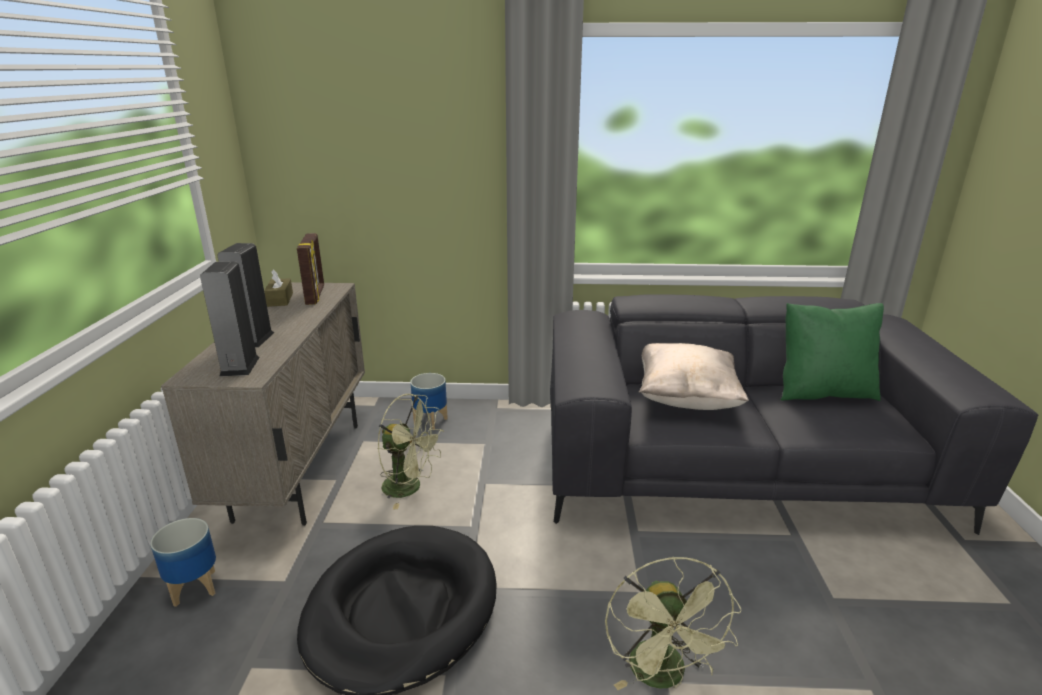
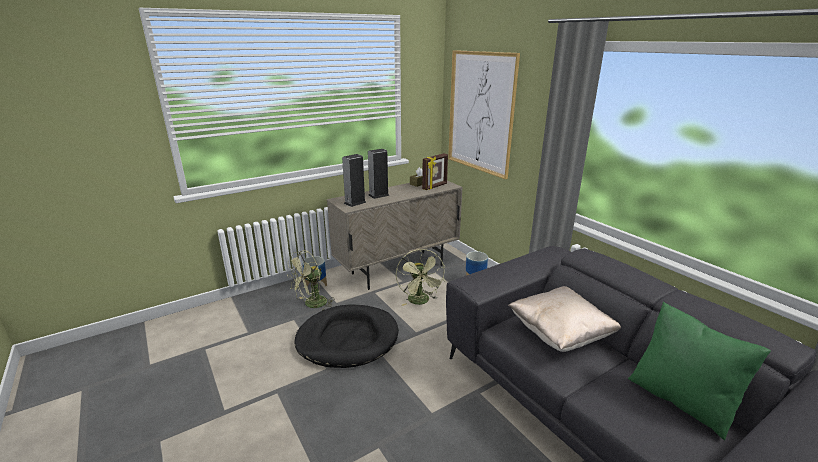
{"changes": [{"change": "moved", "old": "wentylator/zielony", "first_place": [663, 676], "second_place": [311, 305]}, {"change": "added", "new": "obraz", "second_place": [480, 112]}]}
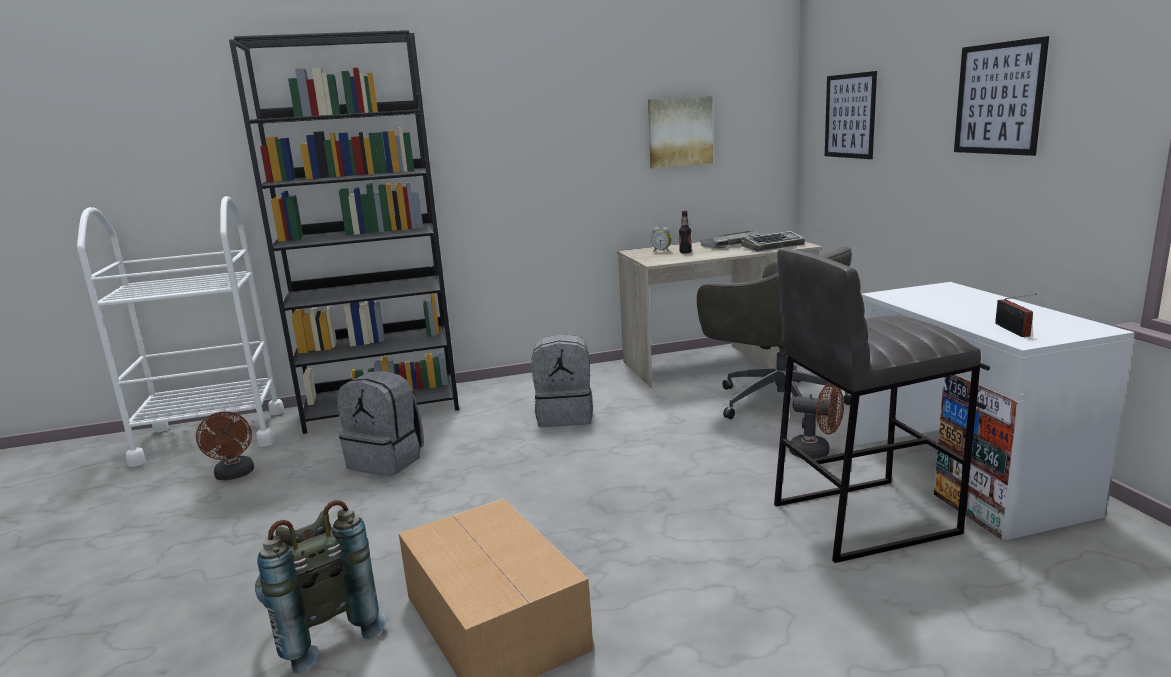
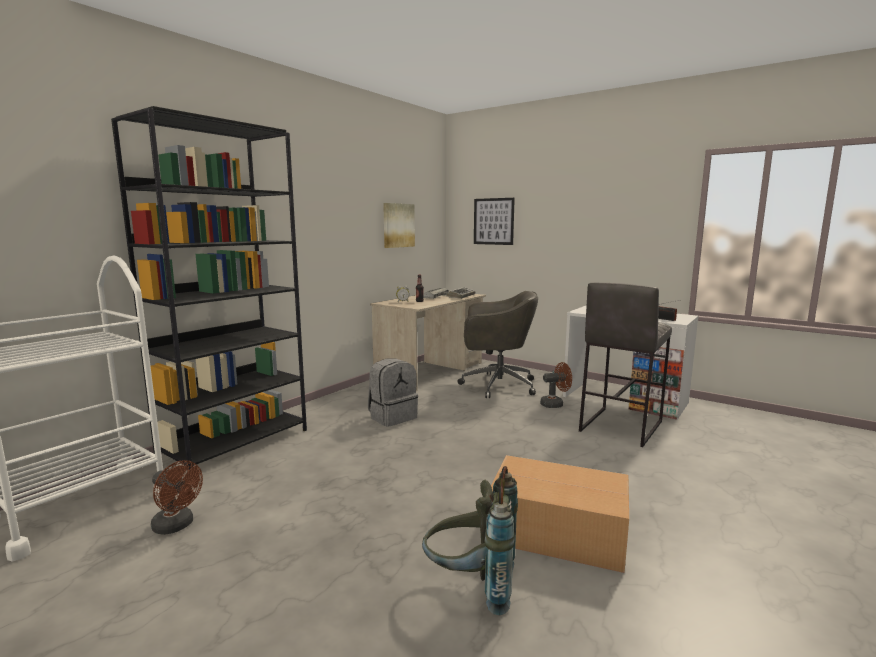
{"changes": [{"change": "removed", "old": "plecak/szary", "first_place": [387, 461]}, {"change": "removed", "old": "obraz", "first_place": [998, 99]}]}
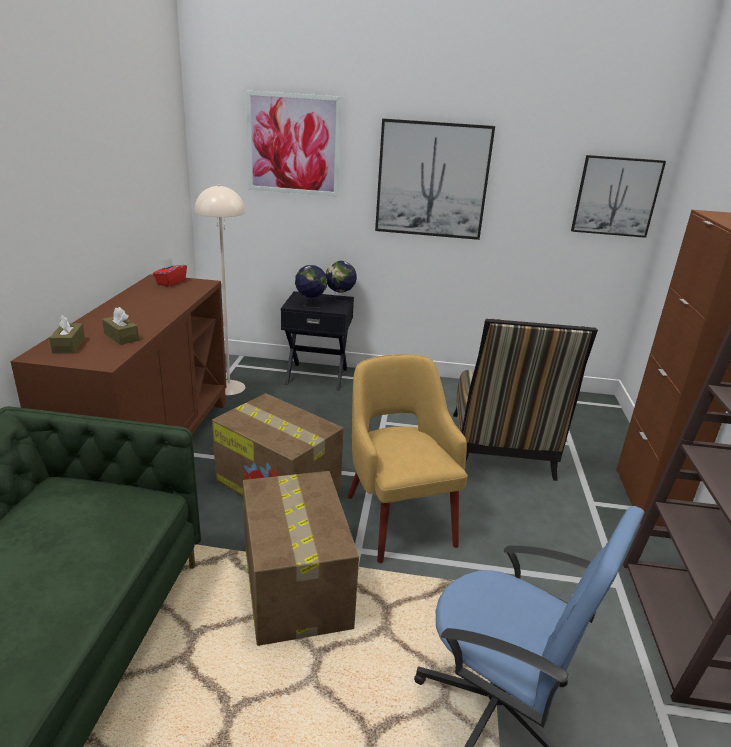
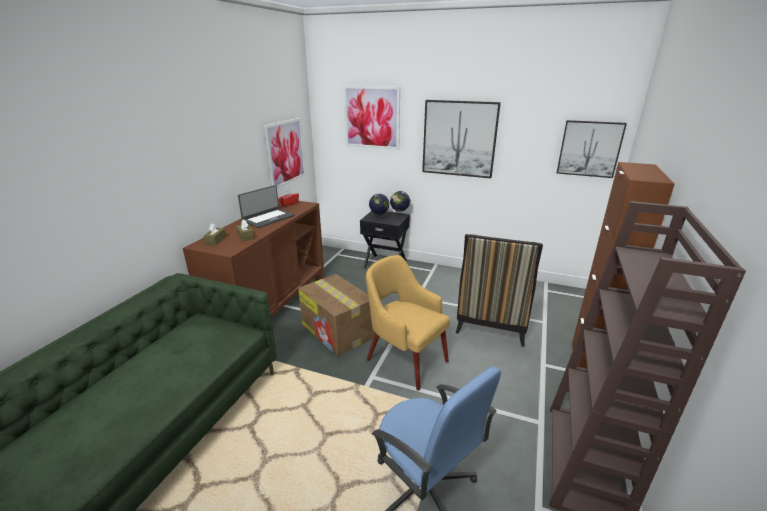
{"changes": [{"change": "added", "new": "laptop", "second_place": [268, 218]}, {"change": "added", "new": "obraz", "second_place": [286, 152]}, {"change": "turned", "old": "fotel/żółty", "first_place": [398, 517], "second_place": [405, 359], "degrees": -45}, {"change": "removed", "old": "lampa stojąca/beżowy", "first_place": [229, 387]}, {"change": "removed", "old": "karton", "first_place": [295, 584]}]}
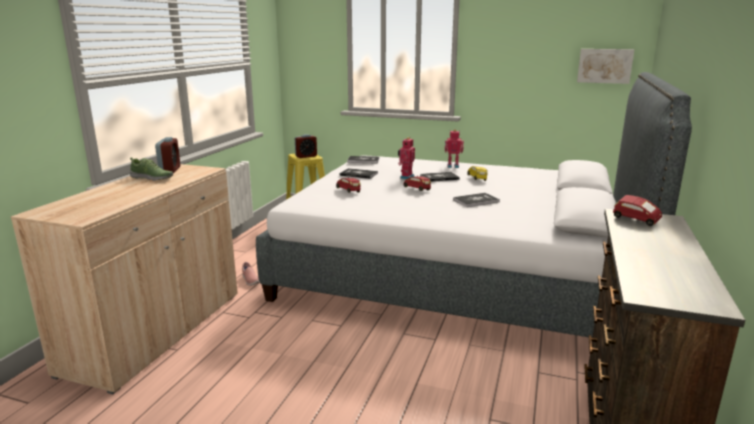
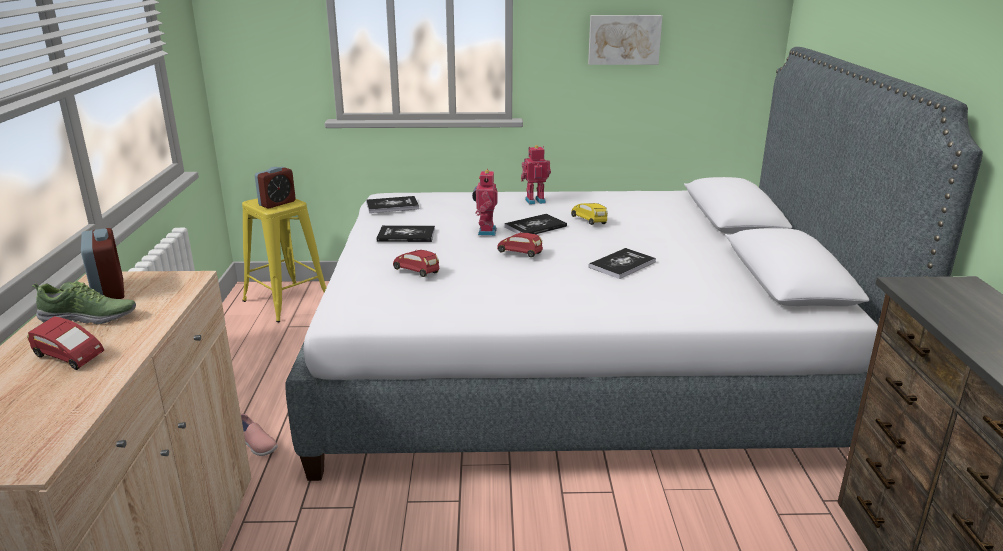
{"changes": [{"change": "moved", "old": "samochodzik/czerwony", "first_place": [635, 220], "second_place": [68, 358]}, {"change": "moved", "old": "obraz", "first_place": [604, 65], "second_place": [624, 39]}]}
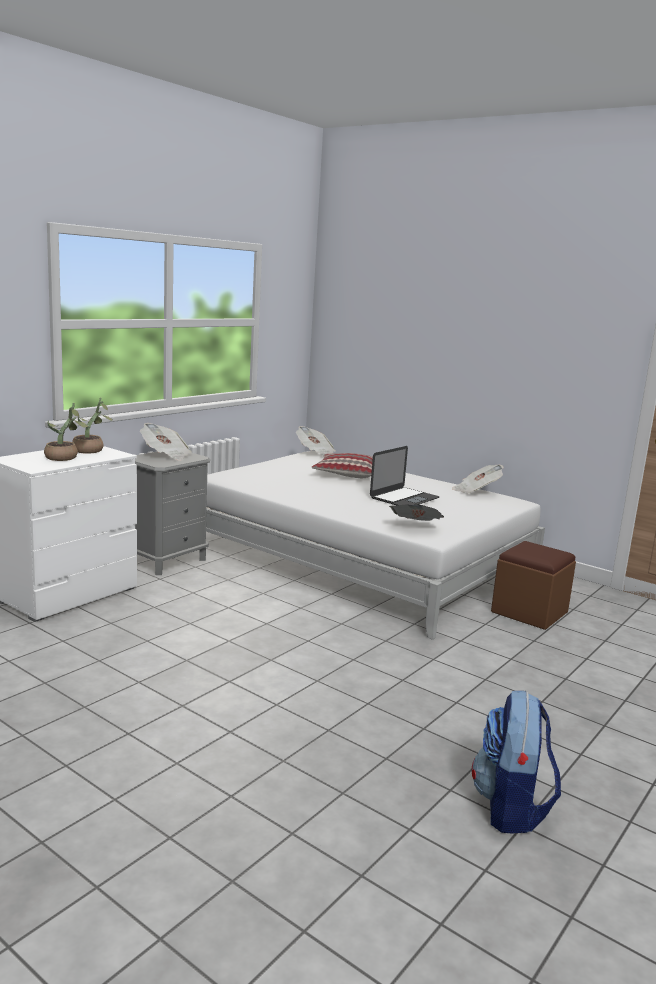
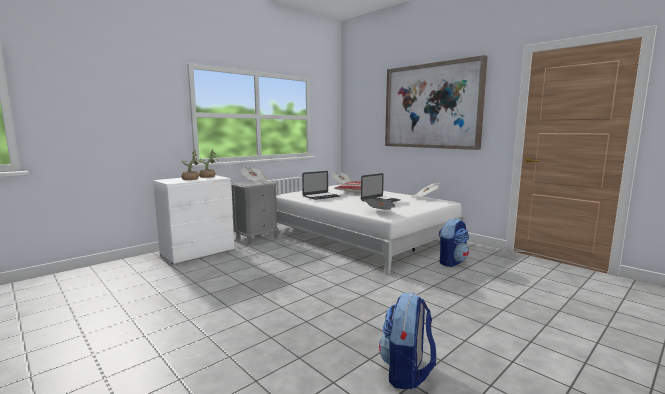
{"changes": [{"change": "added", "new": "laptop", "second_place": [321, 196]}, {"change": "added", "new": "obraz", "second_place": [431, 106]}, {"change": "replaced", "old": "pufa/brązowy", "new": "plecak", "first_place": [529, 612], "second_place": [452, 262]}]}
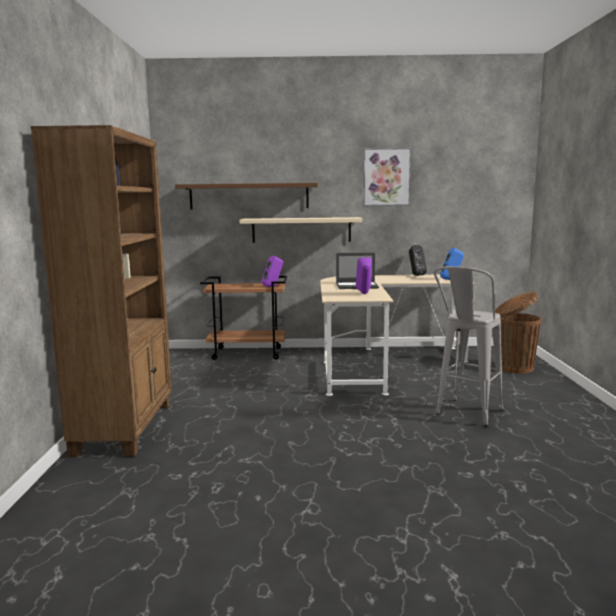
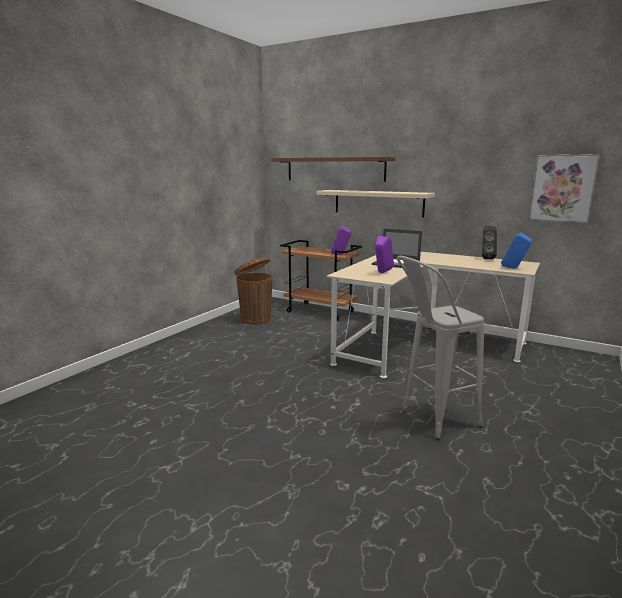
{"changes": [{"change": "moved", "old": "kosz na śmieci/brązowy", "first_place": [513, 368], "second_place": [255, 319]}, {"change": "moved", "old": "obraz", "first_place": [386, 177], "second_place": [562, 188]}, {"change": "removed", "old": "regał/brązowy", "first_place": [126, 428]}]}
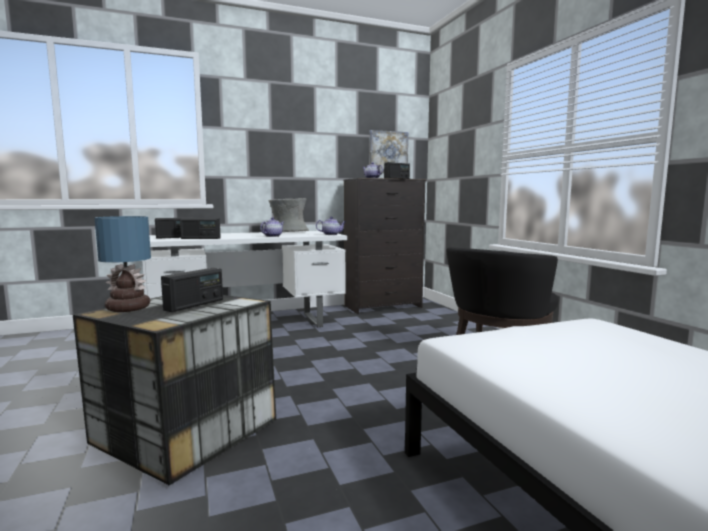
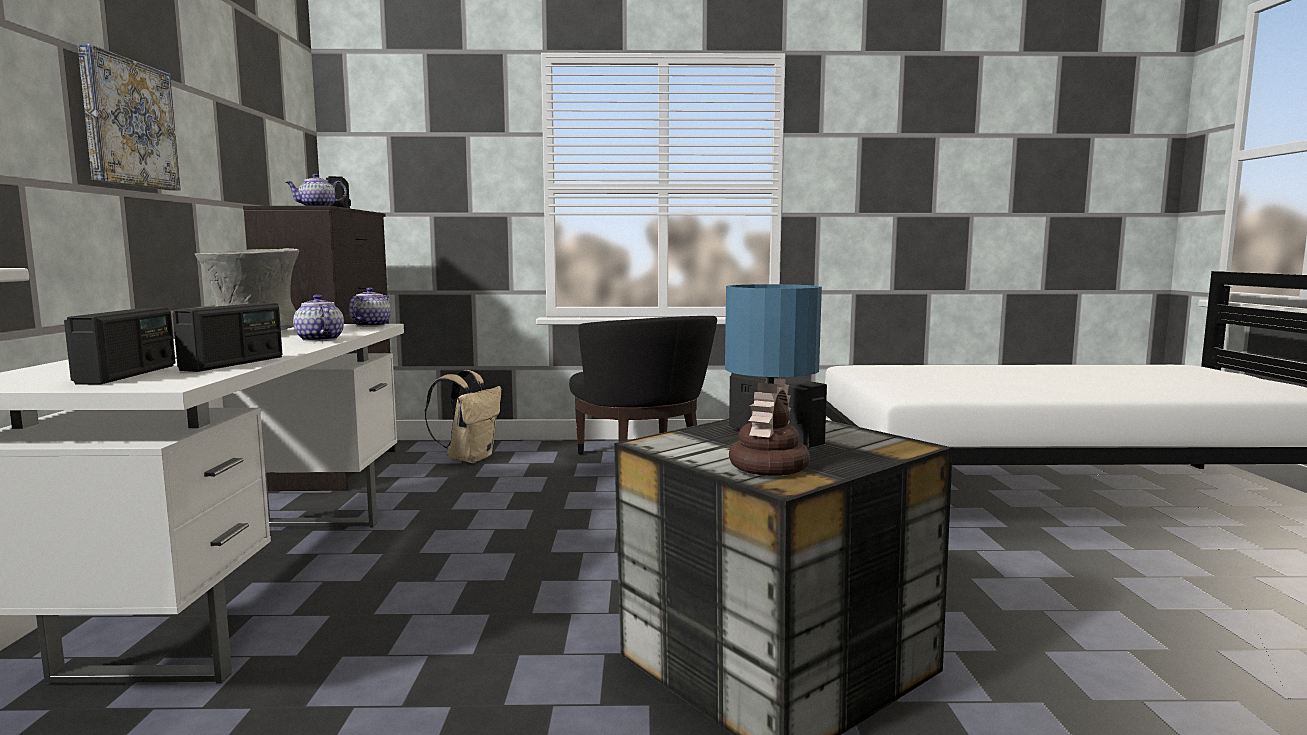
{"changes": [{"change": "moved", "old": "obraz", "first_place": [388, 152], "second_place": [128, 123]}, {"change": "added", "new": "plecak/beżowy", "second_place": [469, 458]}]}
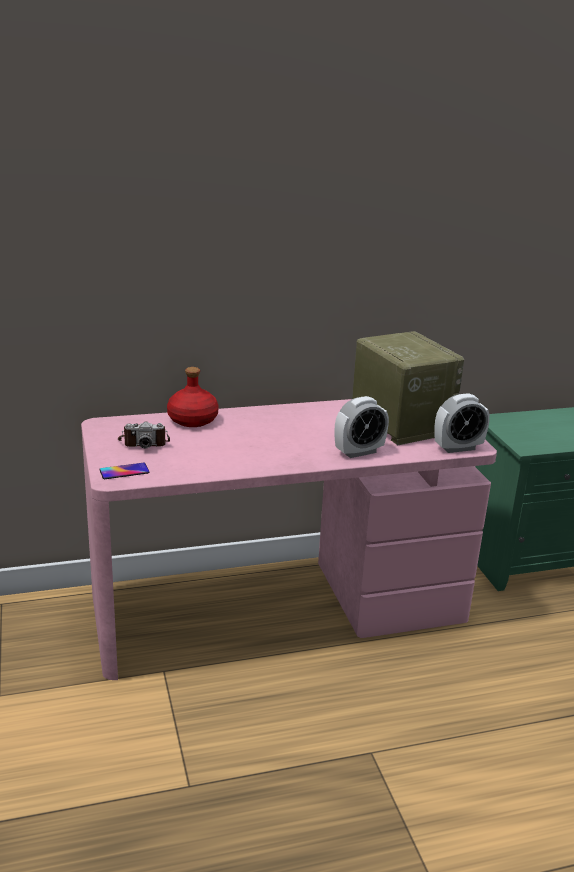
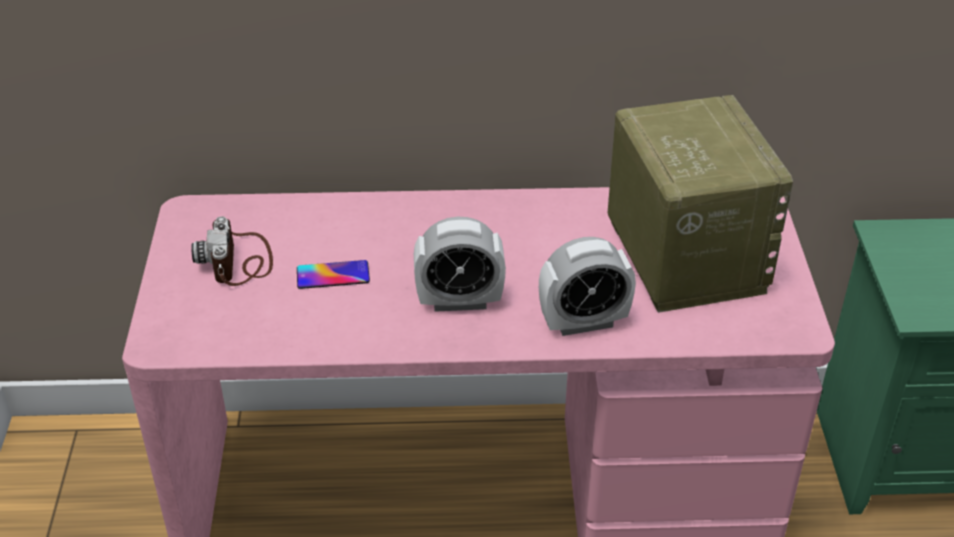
{"changes": [{"change": "turned", "old": "aparat fotograficzny", "first_place": [144, 442], "second_place": [239, 262], "degrees": 75}, {"change": "moved", "old": "telefon", "first_place": [124, 471], "second_place": [333, 275]}, {"change": "moved", "old": "budzik", "first_place": [458, 448], "second_place": [459, 301]}, {"change": "removed", "old": "butelka/czerwony", "first_place": [192, 420]}]}
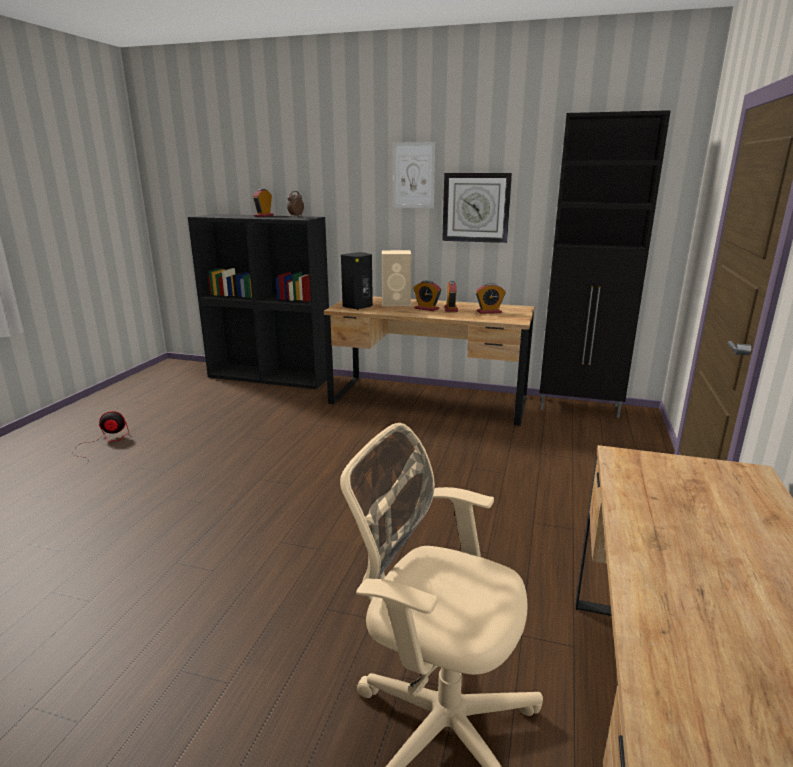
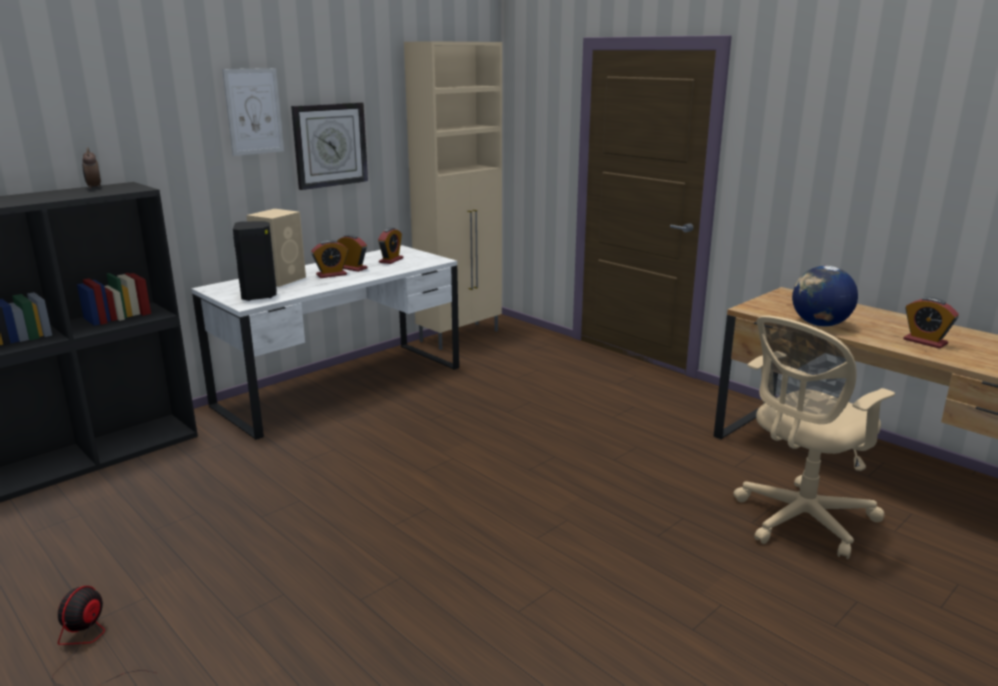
{"changes": [{"change": "recoloured", "old": "biurko/brązowy", "new": "biurko/biały", "first_place": [428, 400], "second_place": [341, 386]}, {"change": "recoloured", "old": "szafka/czarny", "new": "szafka/beżowy", "first_place": [580, 408], "second_place": [460, 336]}, {"change": "added", "new": "globus", "second_place": [819, 324]}, {"change": "moved", "old": "budzik", "first_place": [264, 216], "second_place": [925, 342]}]}
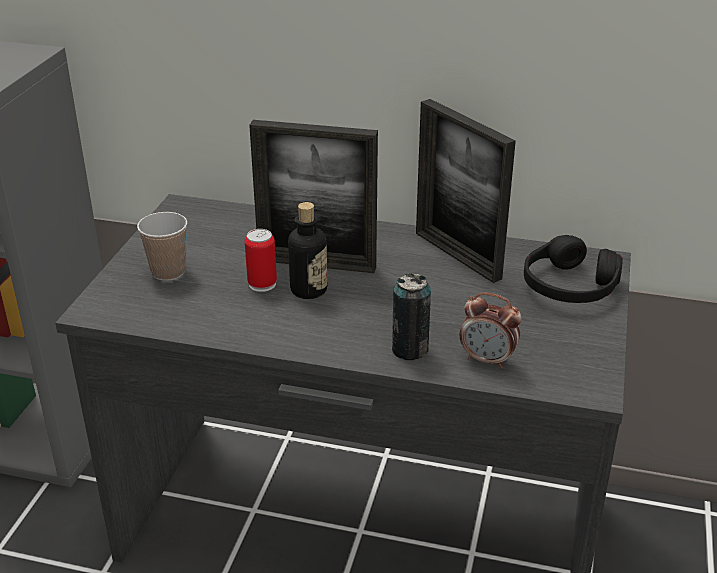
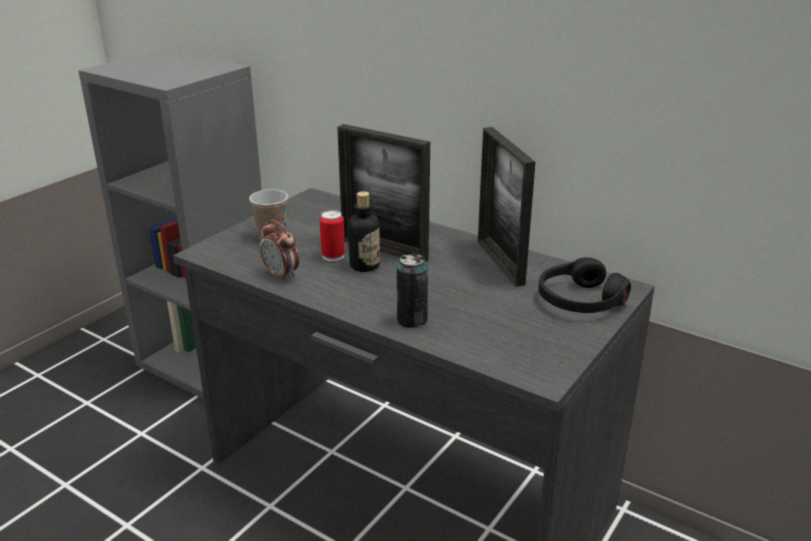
{"changes": [{"change": "moved", "old": "budzik", "first_place": [487, 360], "second_place": [281, 275]}]}
